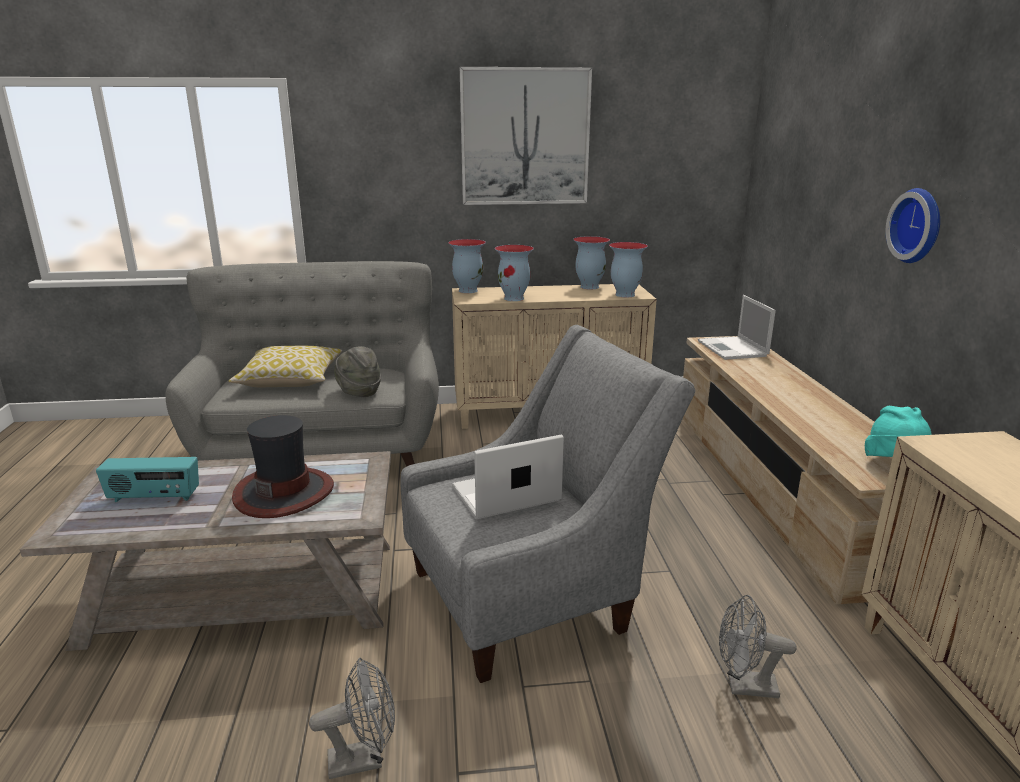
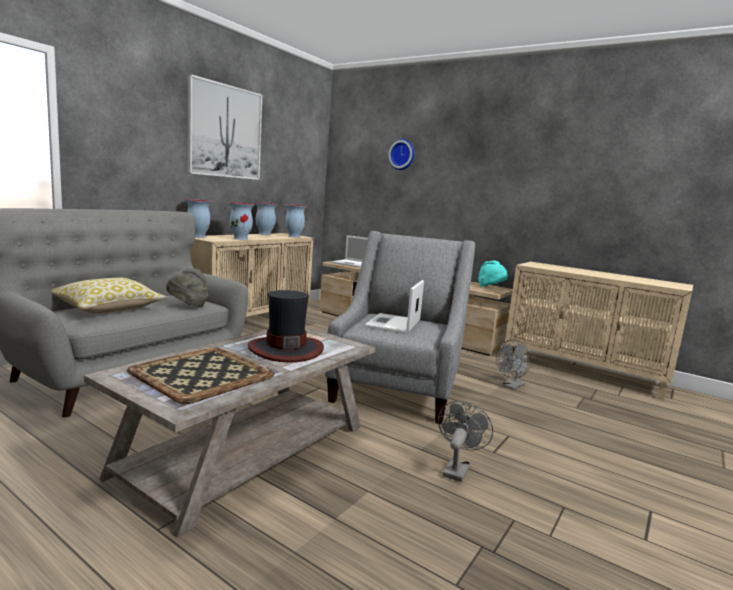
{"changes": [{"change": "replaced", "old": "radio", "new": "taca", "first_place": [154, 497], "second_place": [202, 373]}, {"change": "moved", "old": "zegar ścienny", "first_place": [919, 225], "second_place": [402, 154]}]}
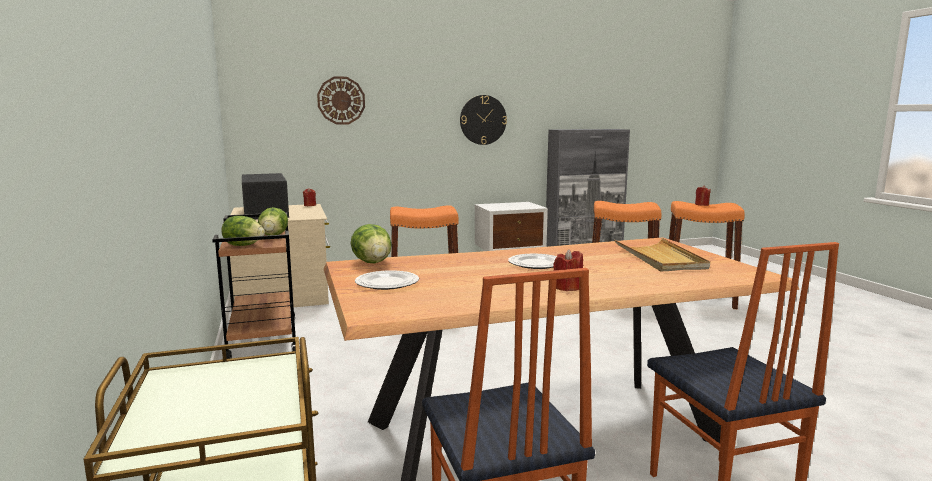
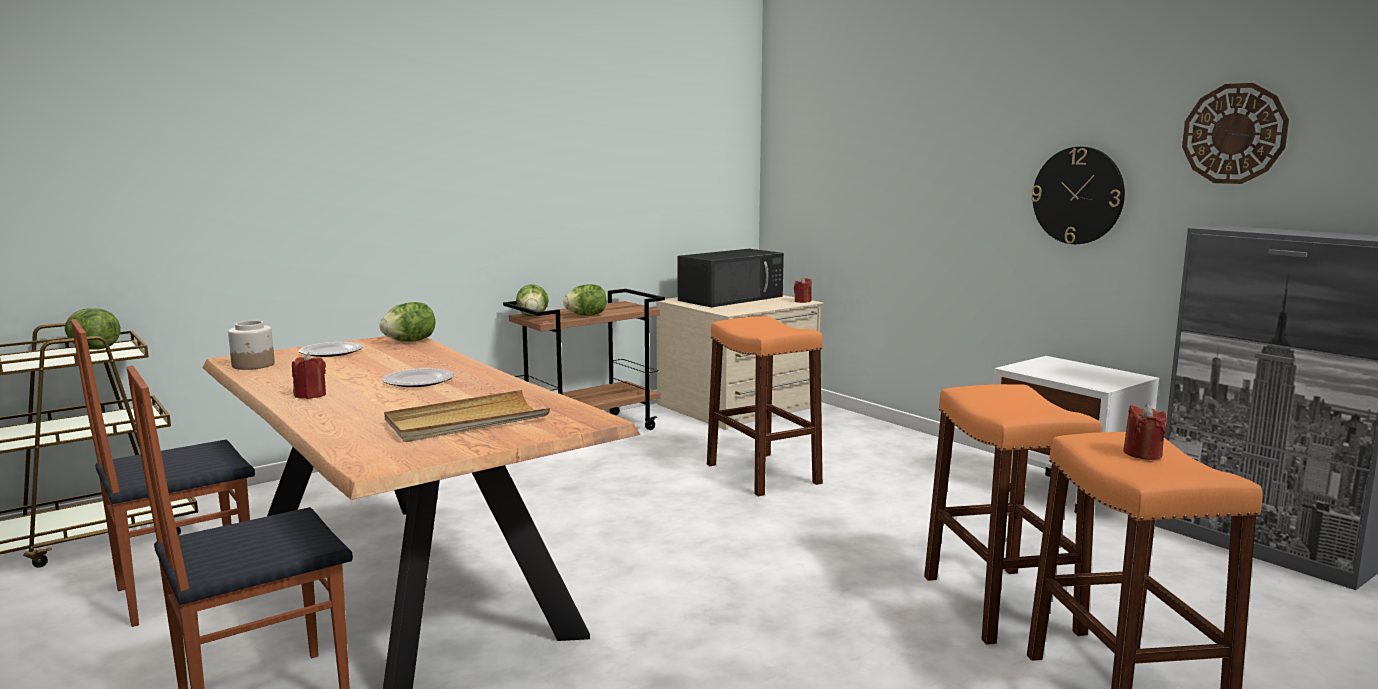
{"changes": [{"change": "added", "new": "sałata", "second_place": [93, 349]}, {"change": "added", "new": "słoik", "second_place": [253, 365]}, {"change": "moved", "old": "zegar ścienny", "first_place": [341, 100], "second_place": [1234, 134]}]}
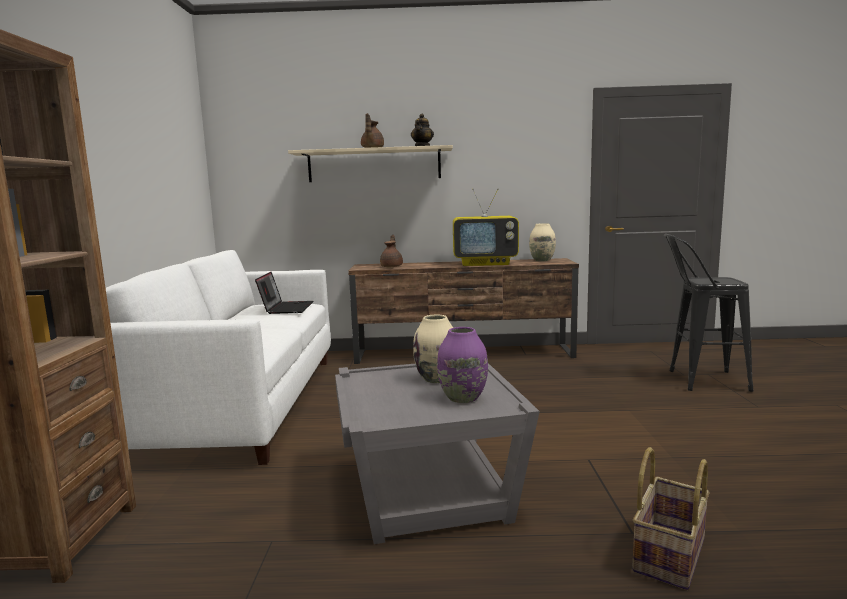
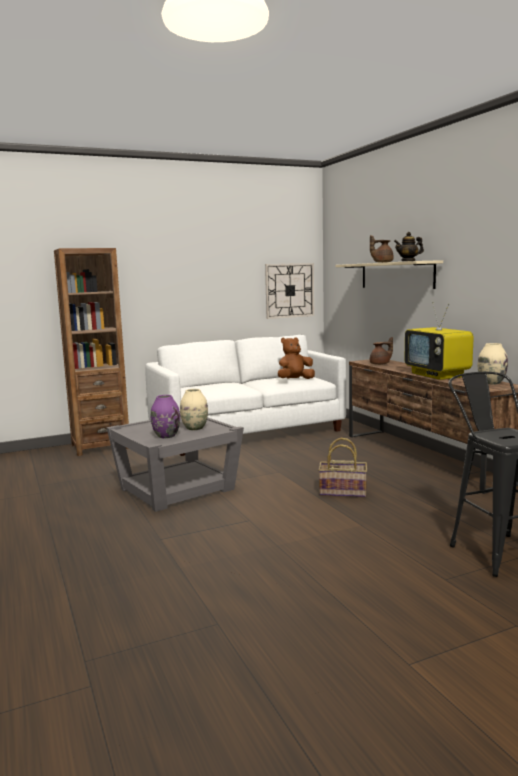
{"changes": [{"change": "added", "new": "zegar ścienny", "second_place": [289, 290]}, {"change": "replaced", "old": "laptop", "new": "pluszak/brązowy", "first_place": [286, 308], "second_place": [295, 380]}, {"change": "moved", "old": "koszyk", "first_place": [668, 554], "second_place": [343, 491]}]}
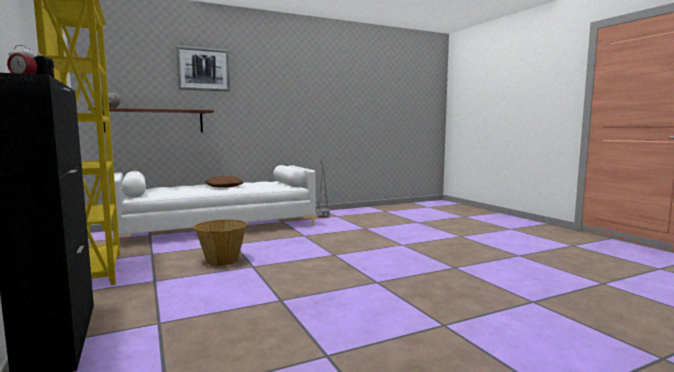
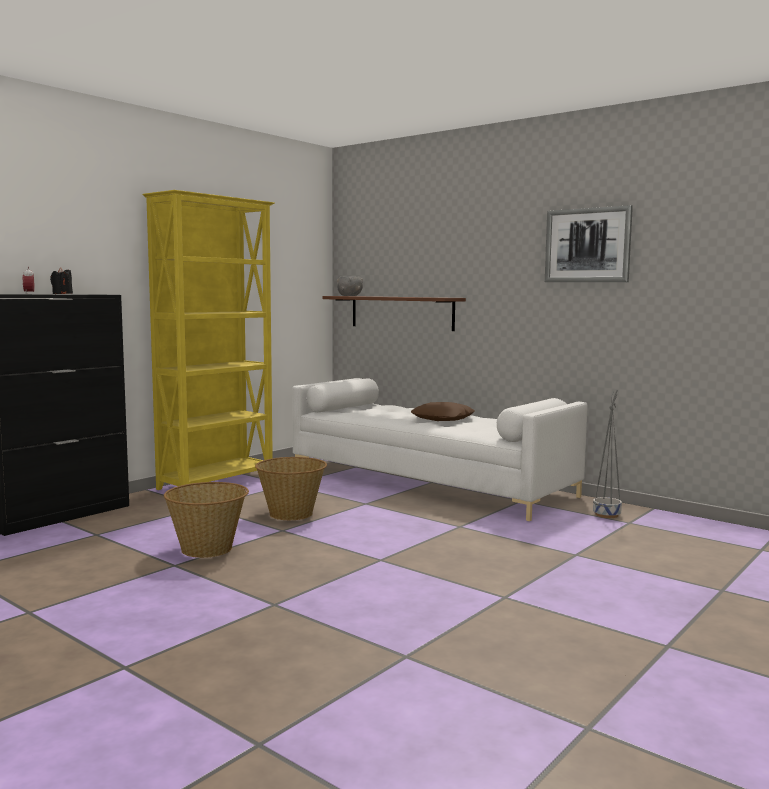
{"changes": [{"change": "added", "new": "koszyk", "second_place": [208, 549]}, {"change": "moved", "old": "obraz", "first_place": [203, 69], "second_place": [587, 245]}]}
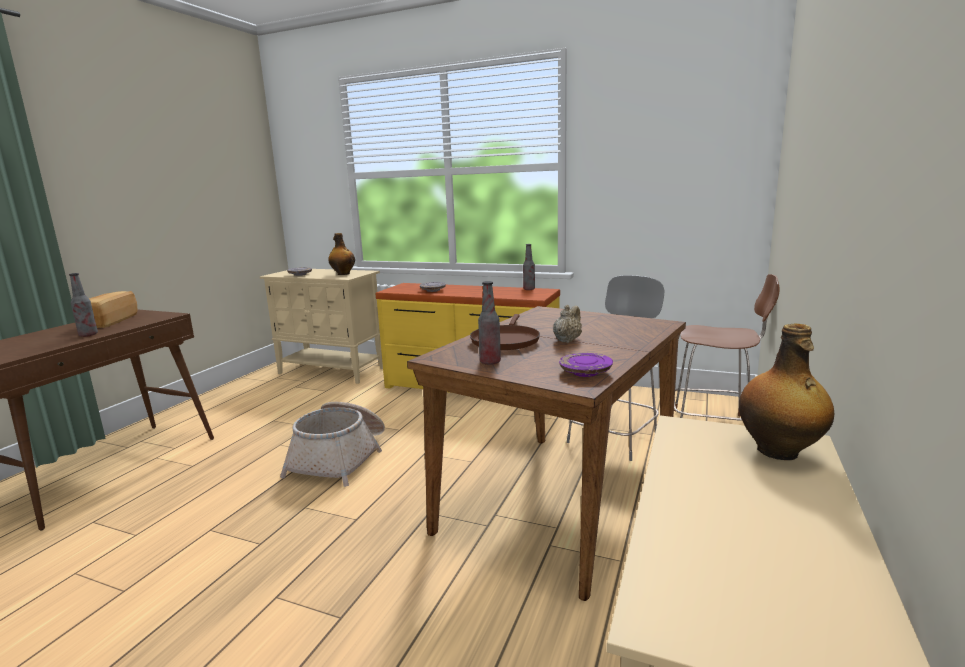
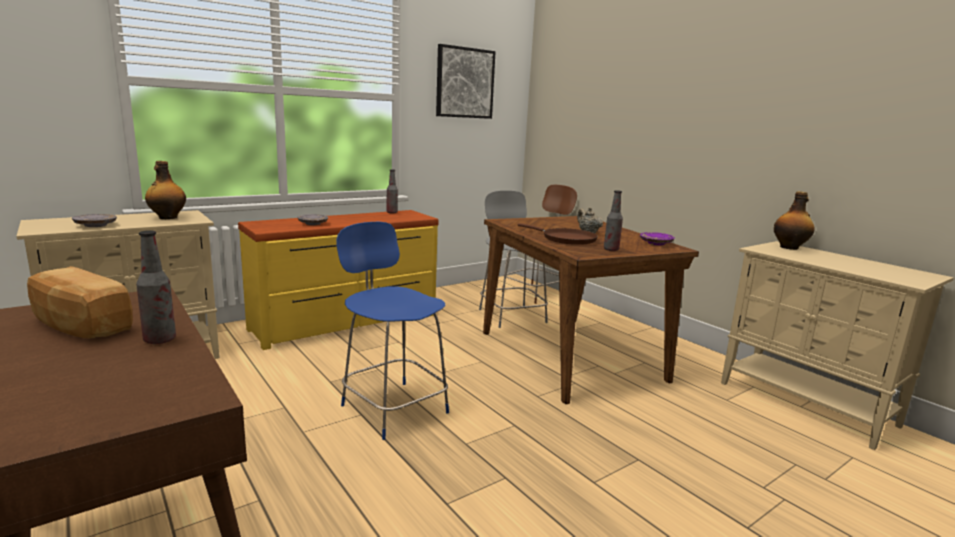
{"changes": [{"change": "replaced", "old": "koszyk", "new": "krzesło/niebieski", "first_place": [340, 458], "second_place": [392, 407]}, {"change": "added", "new": "obraz", "second_place": [464, 83]}]}
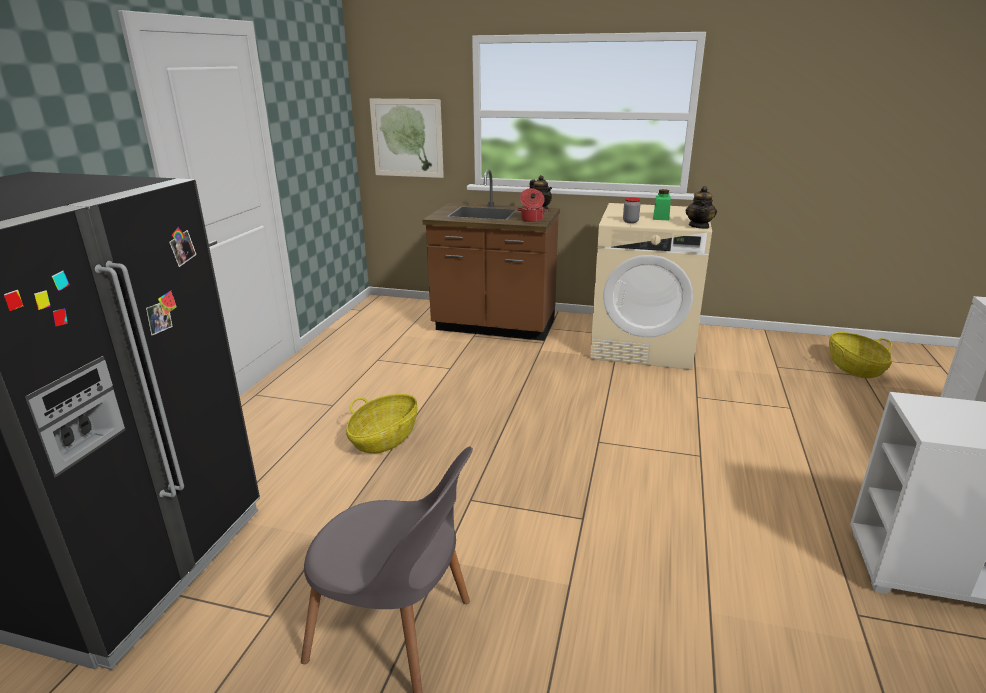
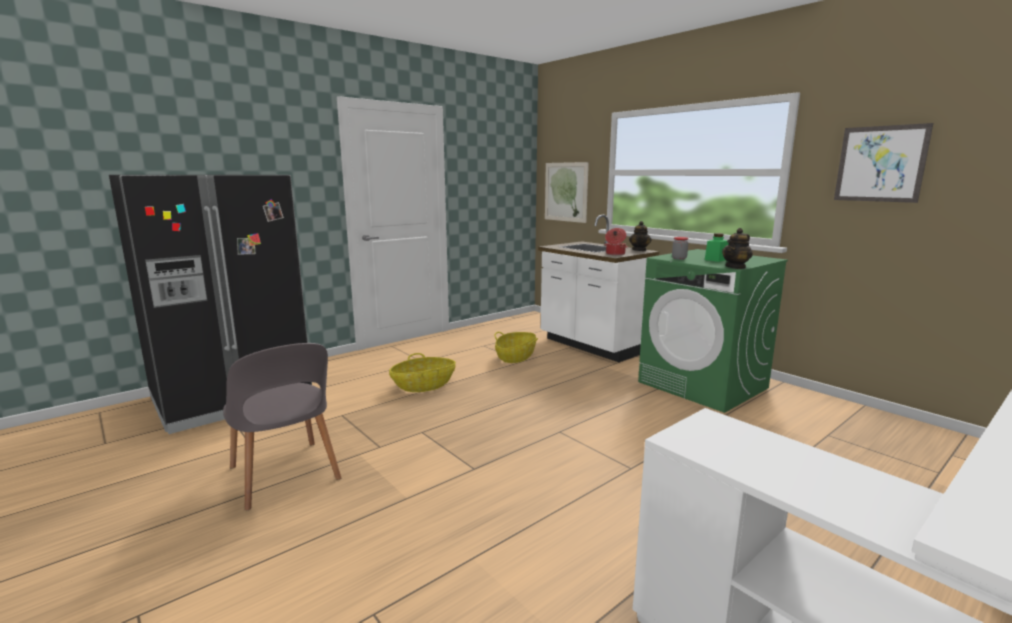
{"changes": [{"change": "moved", "old": "koszyk", "first_place": [854, 368], "second_place": [515, 357]}, {"change": "recoloured", "old": "zabudowa kuchenna/brązowy", "new": "zabudowa kuchenna/biały", "first_place": [494, 327], "second_place": [592, 345]}, {"change": "recoloured", "old": "pralka/beżowy", "new": "pralka/zielony", "first_place": [643, 345], "second_place": [703, 385]}, {"change": "added", "new": "obraz", "second_place": [880, 164]}]}
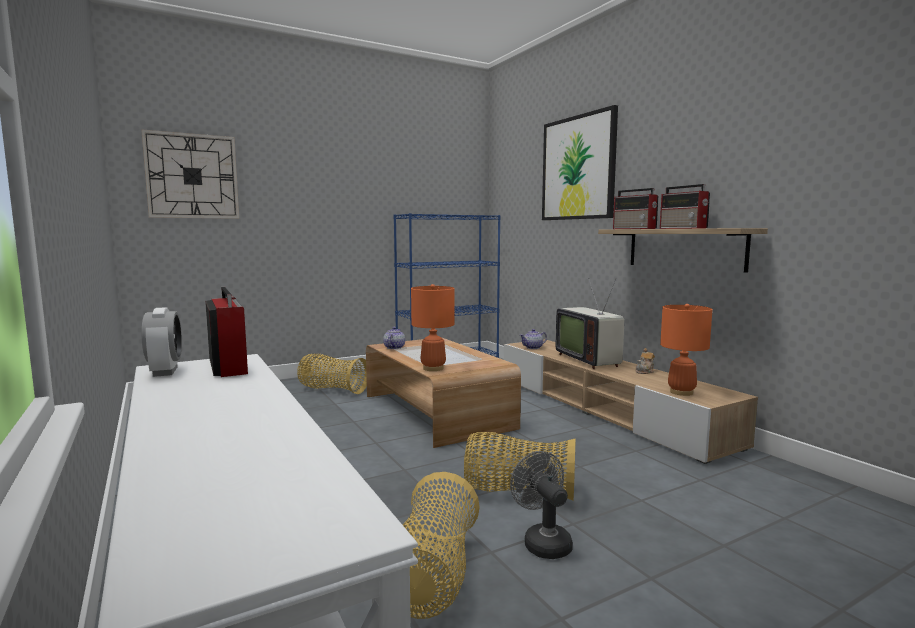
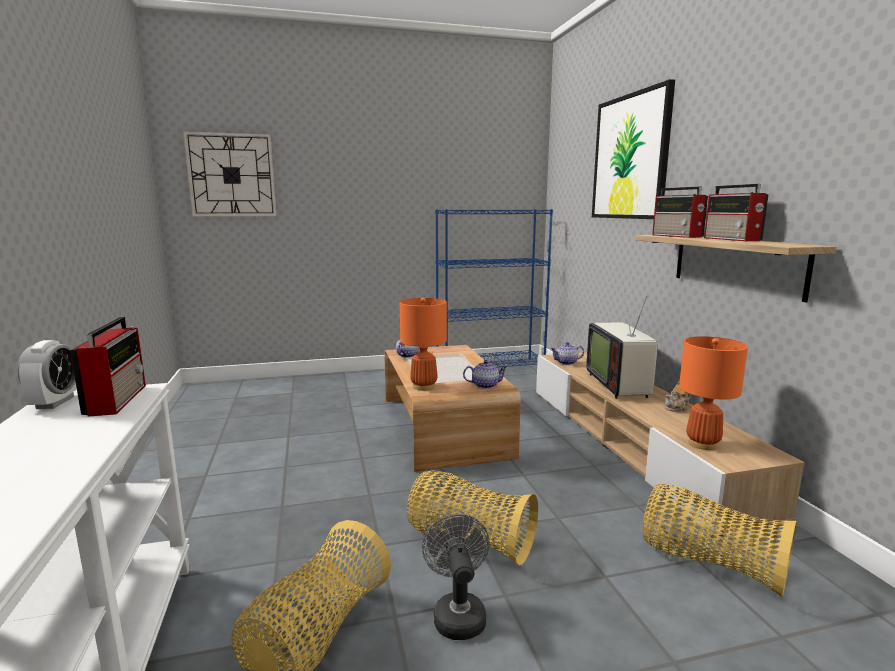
{"changes": [{"change": "added", "new": "imbryk", "second_place": [485, 385]}, {"change": "moved", "old": "koszyk", "first_place": [332, 389], "second_place": [709, 563]}]}
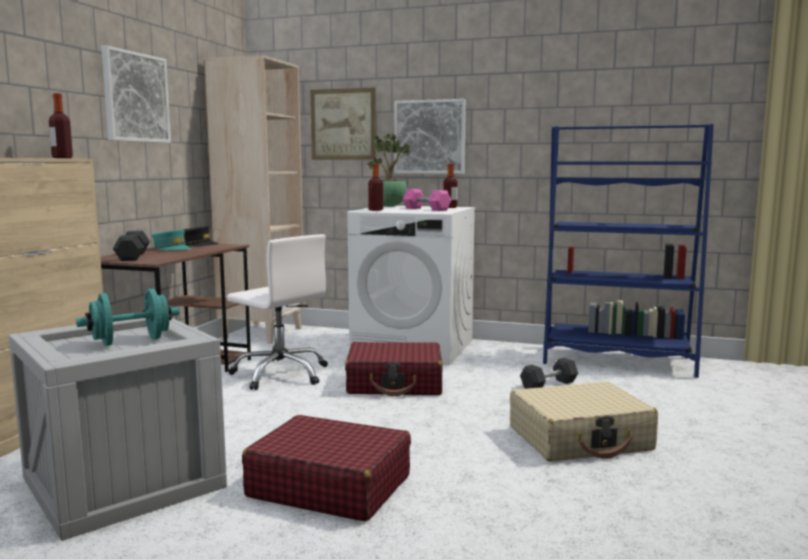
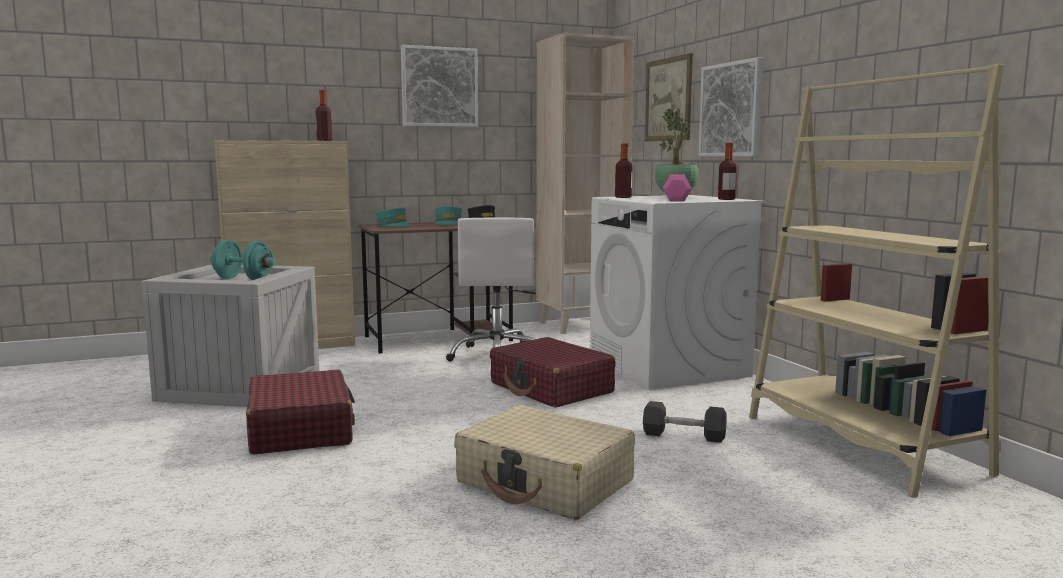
{"changes": [{"change": "replaced", "old": "hantel/szary", "new": "czapka z daszkiem/turkusowy", "first_place": [133, 256], "second_place": [394, 225]}, {"change": "recoloured", "old": "regał/niebieski", "new": "regał/beżowy", "first_place": [617, 360], "second_place": [861, 444]}]}
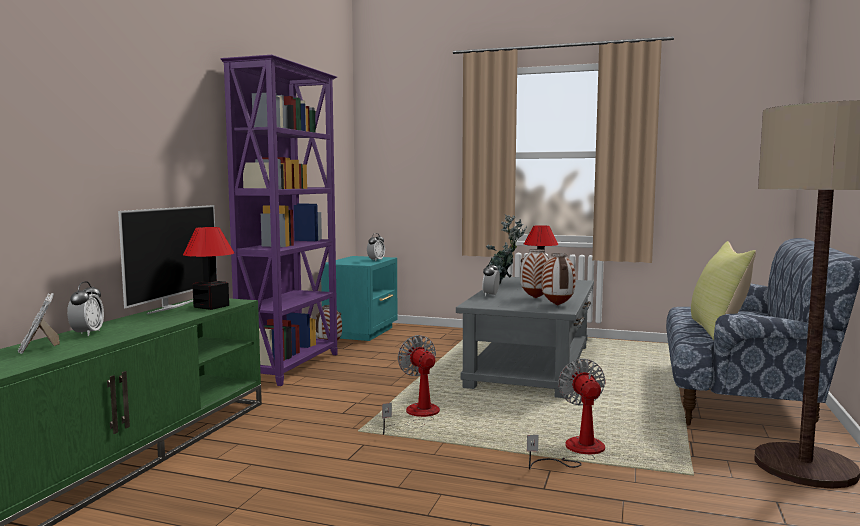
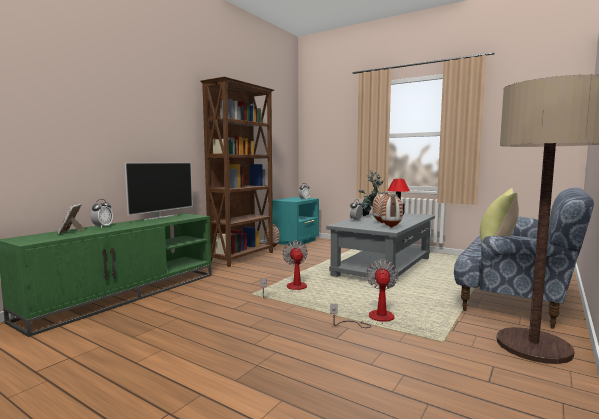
{"changes": [{"change": "recoloured", "old": "regał/fioletowy", "new": "regał/brązowy", "first_place": [292, 366], "second_place": [243, 257]}, {"change": "removed", "old": "lampa stołowa", "first_place": [210, 306]}]}
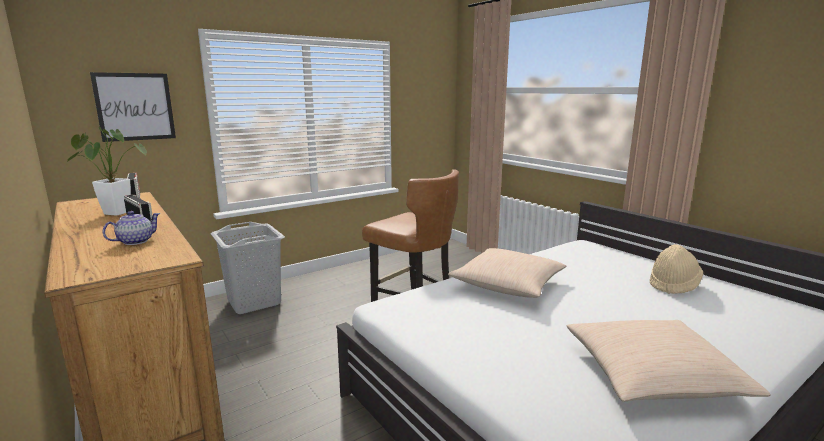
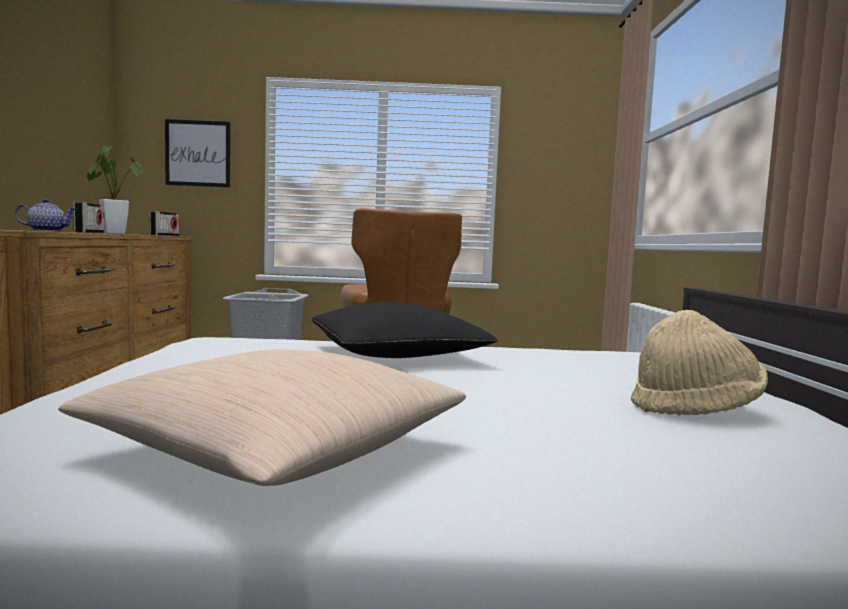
{"changes": [{"change": "recoloured", "old": "poduszka/beżowy", "new": "poduszka/czarny", "first_place": [508, 284], "second_place": [397, 354]}]}
